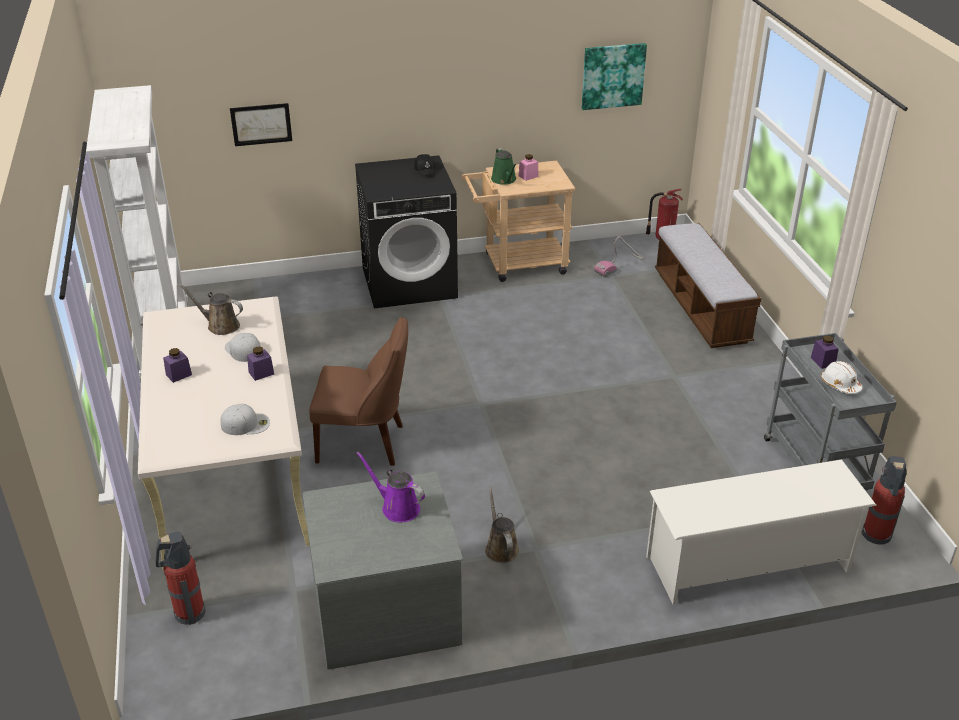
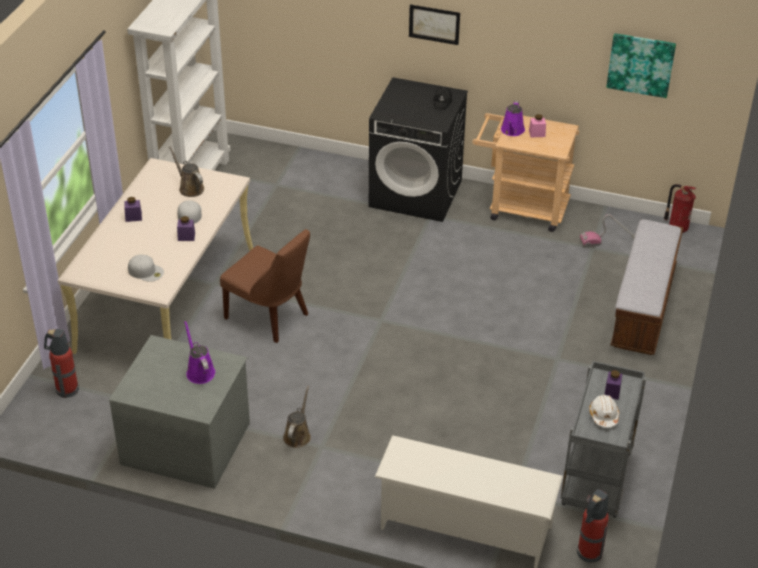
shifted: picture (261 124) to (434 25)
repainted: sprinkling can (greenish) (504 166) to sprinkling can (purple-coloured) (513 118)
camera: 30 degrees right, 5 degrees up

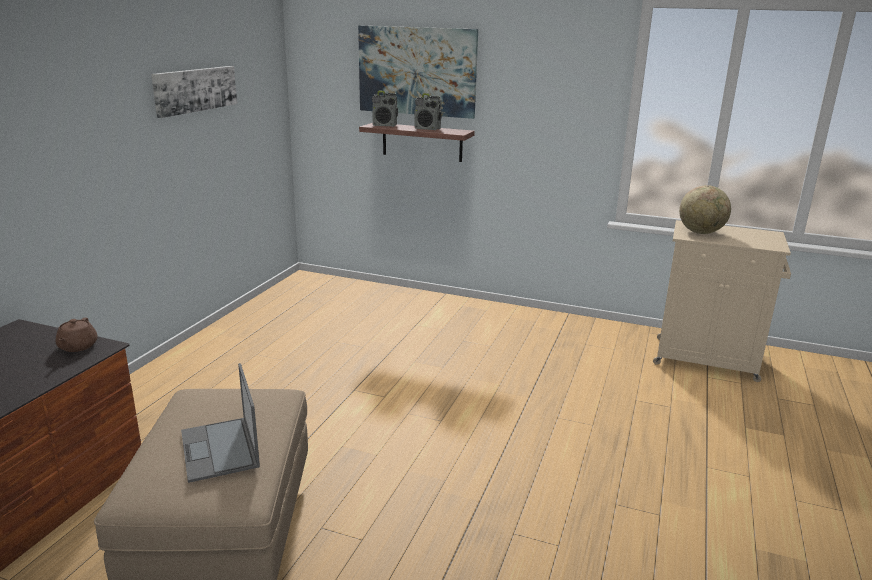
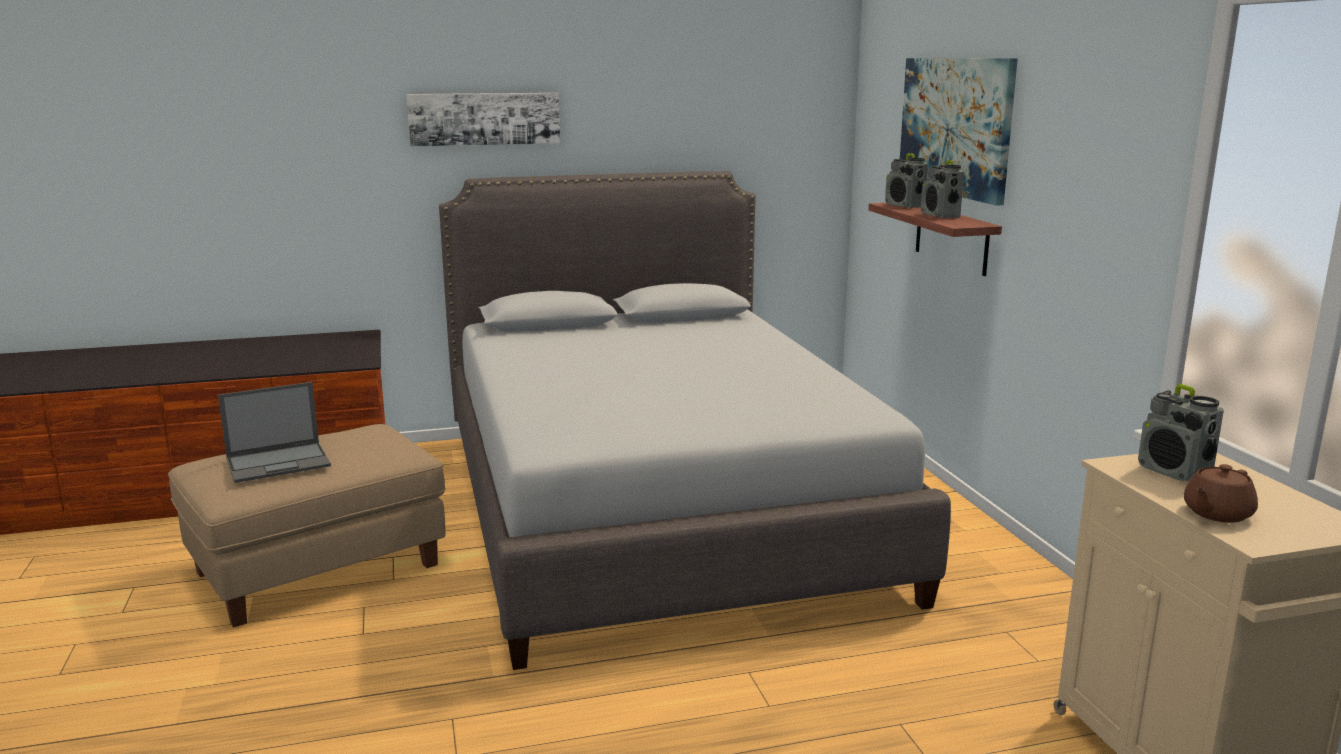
new: sleeping bed (gray) (695 420)
shifted: picture (194 92) to (483 119); tea pot (brown) (77 334) to (1221 493)
swapped: desk globe (705 209) to radio (1181 433)
rotated: notebook computer (220 423) = (274 432) 150 degrees counterclockwise
camera: 55 degrees right, 5 degrees down

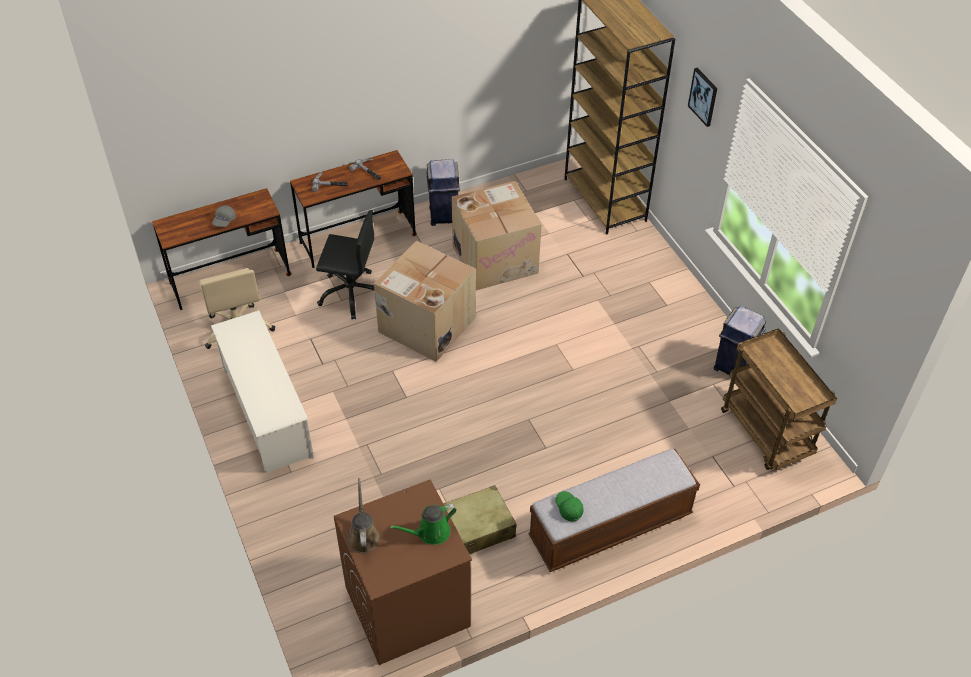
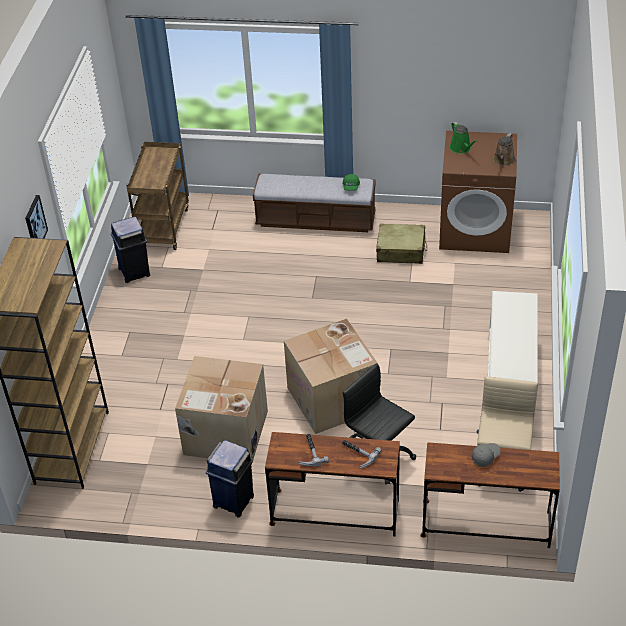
rotated: sprinkling can (greenish) (423 524) = (464 138) 60 degrees clockwise
camera: 145 degrees left, 5 degrees down

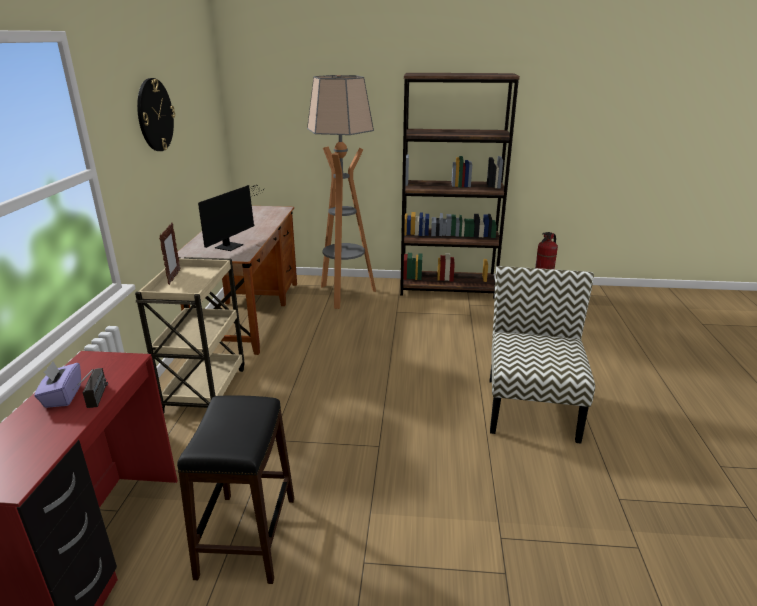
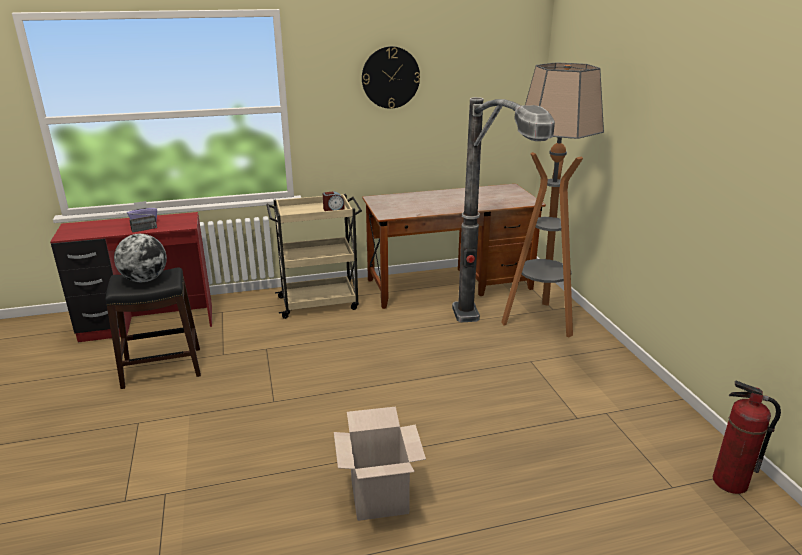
gone: standing frame (169 253); computer screen (229 217); shelving unit (brown) (460 186)
new: desk globe (140 258); alarm clock (334 201); standing lamp (503 209)
swapped: upright chair (542 355) to carton (380 463)
camera: 70 degrees right, 0 degrees up

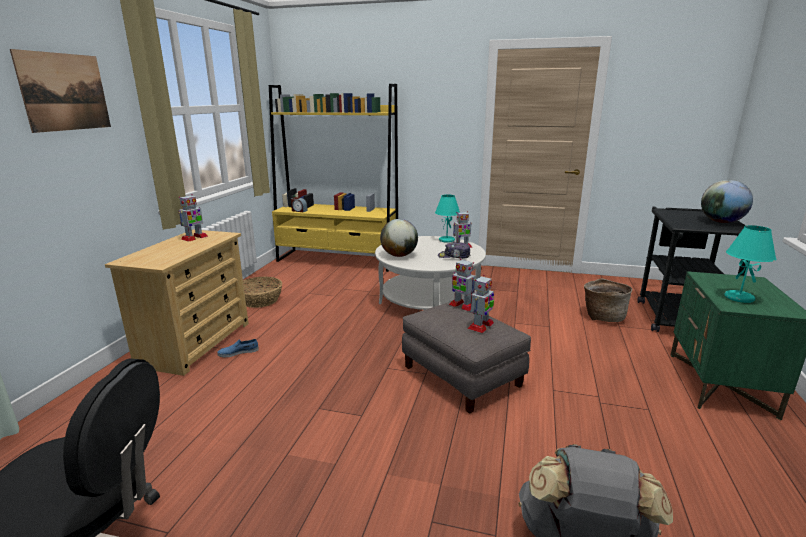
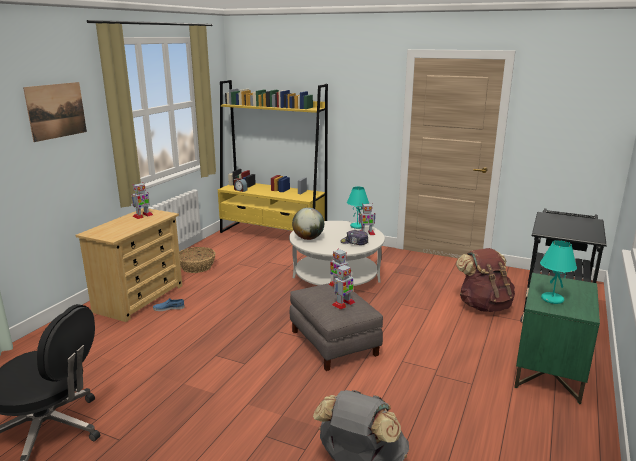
gone: desk globe (727 201)
swapped: basket (608 300) to knapsack (brown) (485 280)
camera: 10 degrees right, 0 degrees up

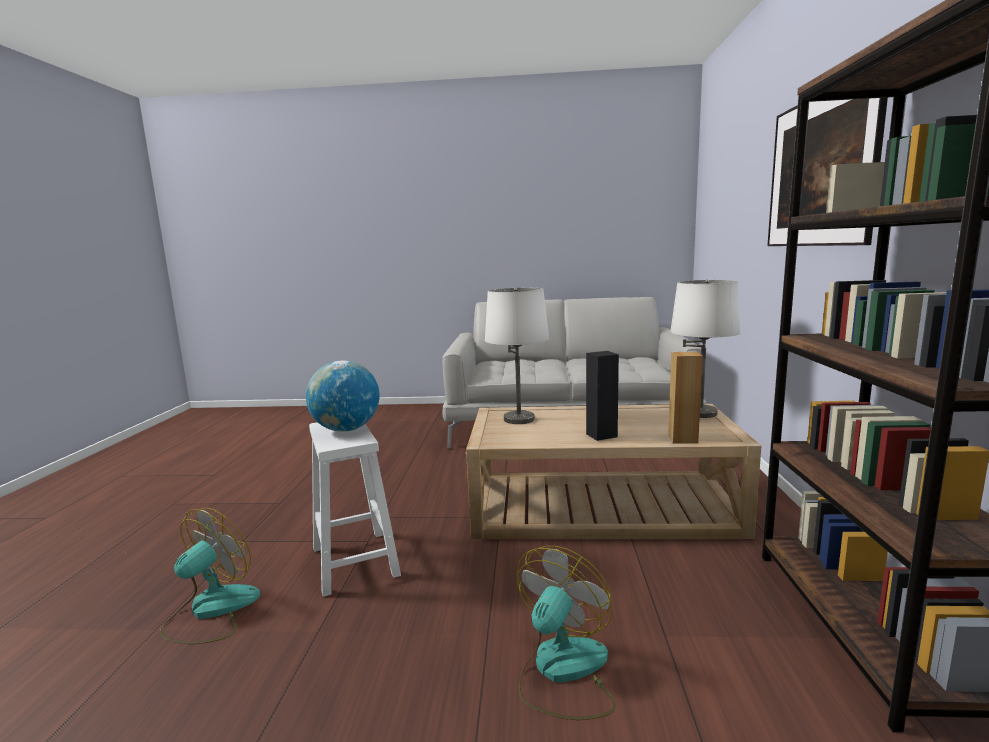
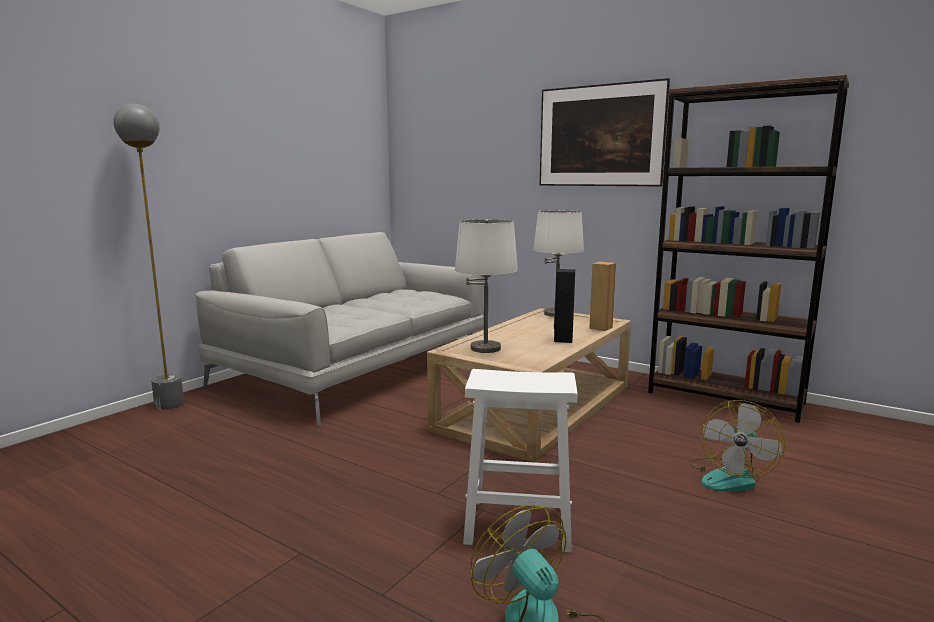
gone: desk globe (342 396)
new: standing lamp (gray) (148 257)
rotated: fan (566 633) = (737 446) 120 degrees counterclockwise
camera: 60 degrees left, 0 degrees up

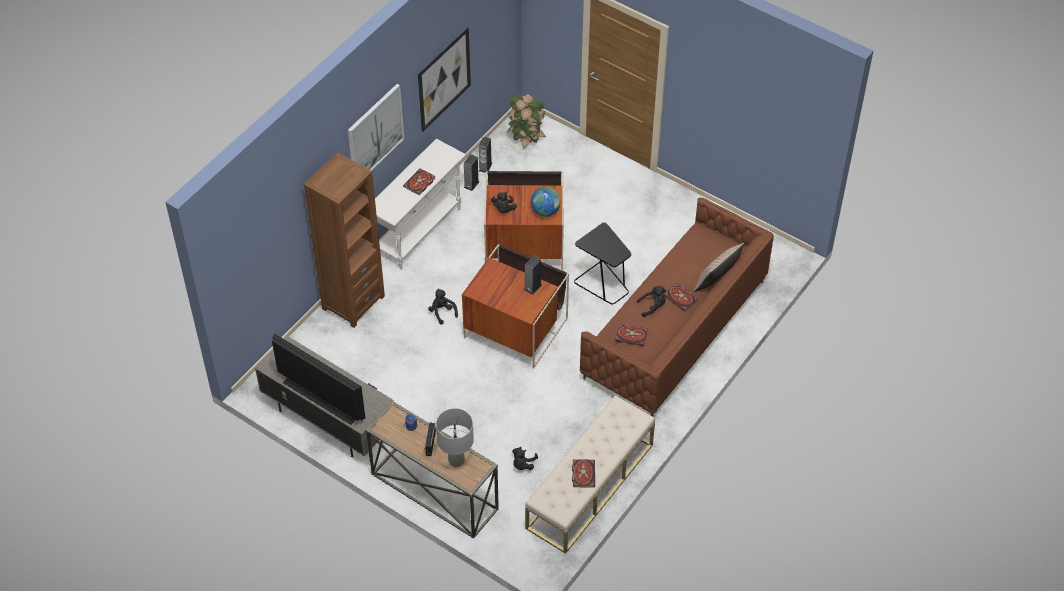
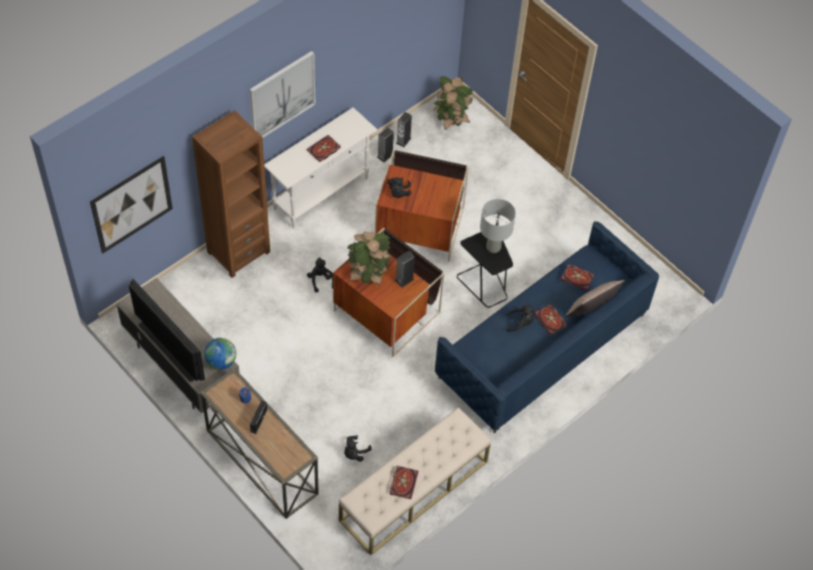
new: houseplant (369 258)
shifted: picture (444 79) to (131 205); desk globe (545 202) to (220 354); lamp for a table (gray) (455 437) to (498 226); bound book (631 335) to (577 277)
repainted: sofa (brown) (677 307) to sofa (bluish) (547 327)
camera: 10 degrees right, 5 degrees up

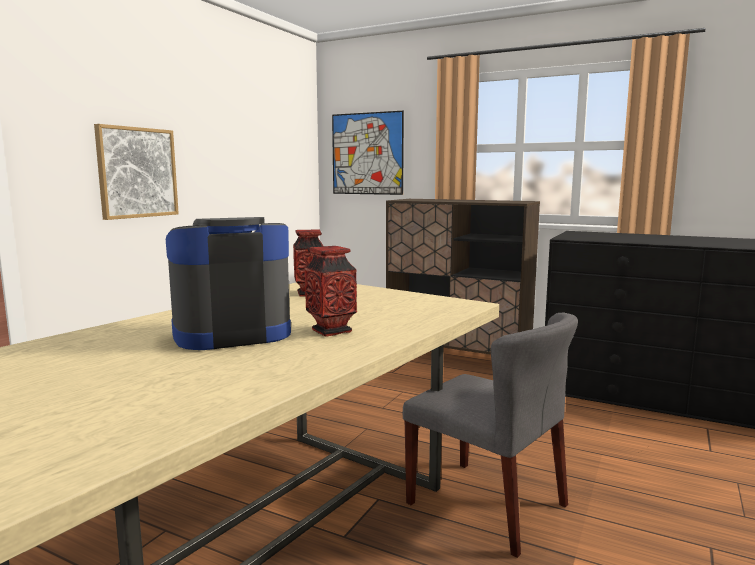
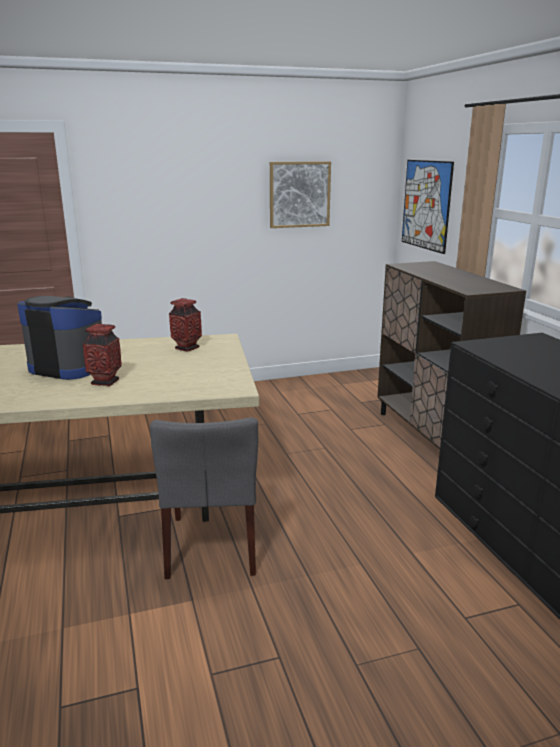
shifted: picture (136 172) to (300 194)
camera: 45 degrees right, 10 degrees up

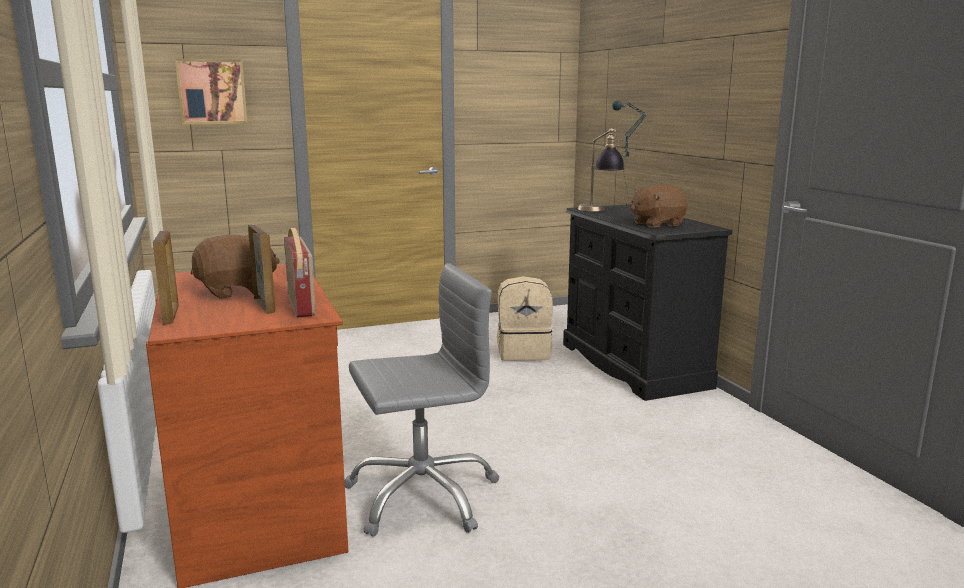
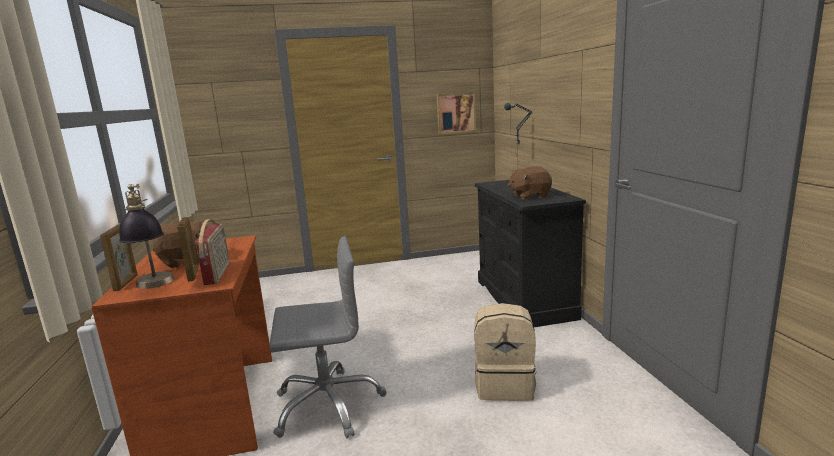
shifted: lamp for a table (601 169) to (147 236); picture (211 91) to (456 113); knapsack (beige) (525 318) to (505 352)
camera: 10 degrees right, 0 degrees up

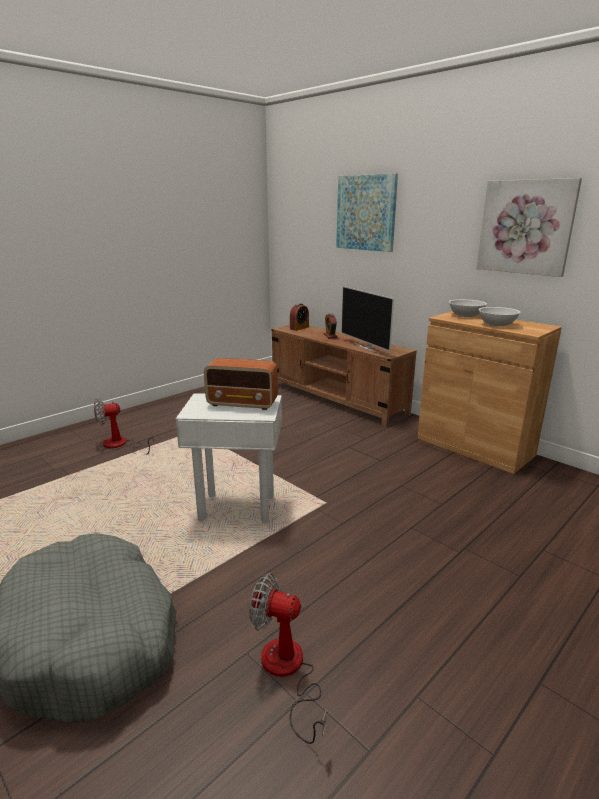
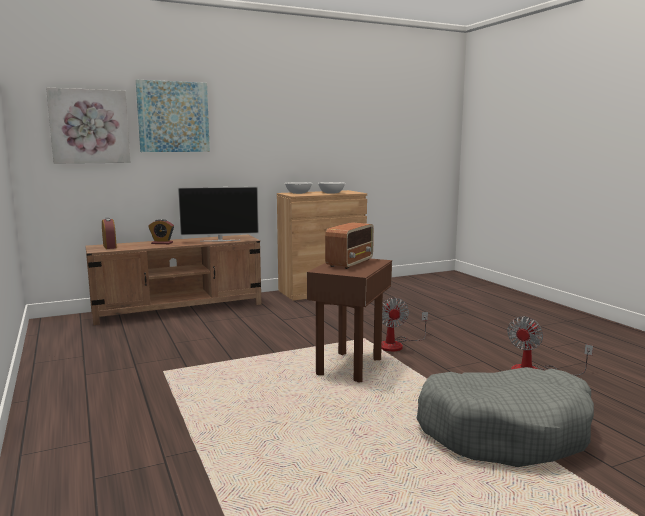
shifted: picture (529 227) to (88 126); fan (124 426) to (404 325)
repainted: accent table (white) (229 458) to accent table (brown) (349 320)
camera: 70 degrees left, 10 degrees down

